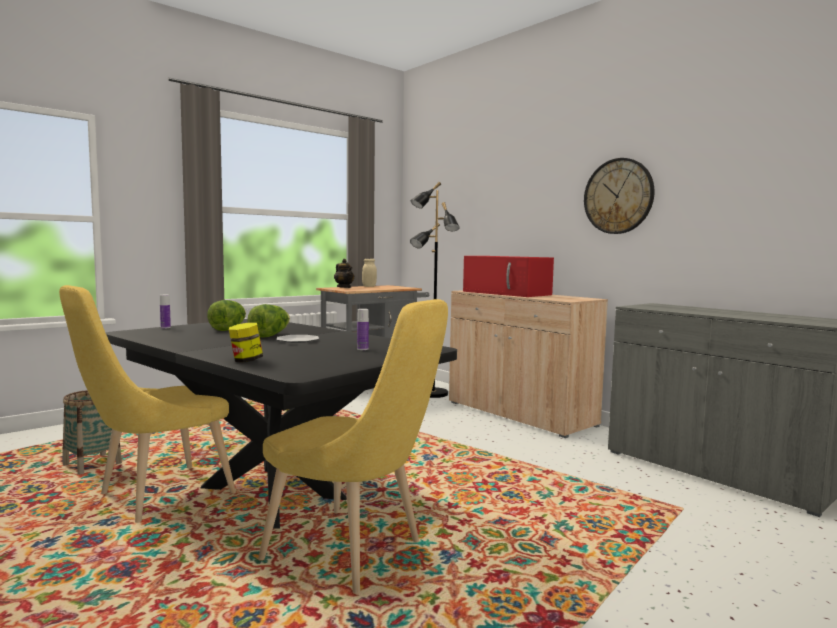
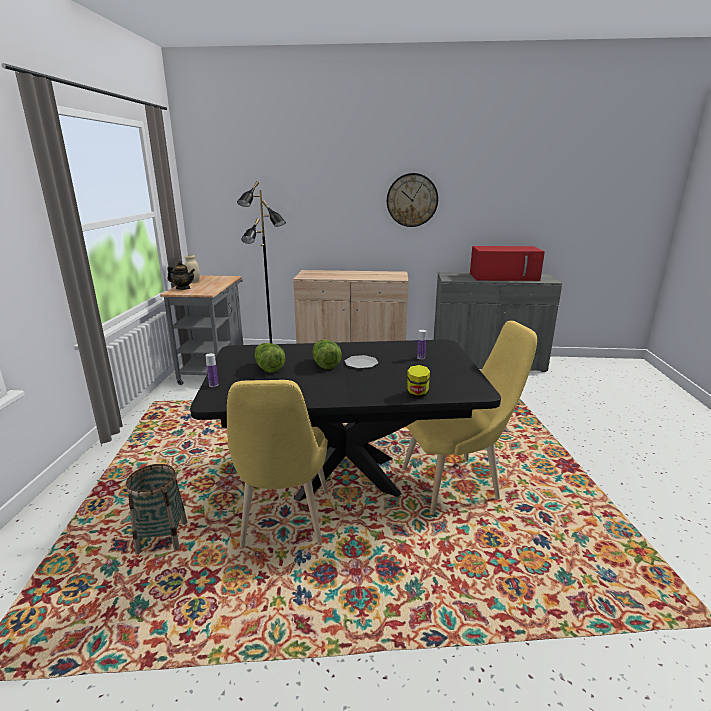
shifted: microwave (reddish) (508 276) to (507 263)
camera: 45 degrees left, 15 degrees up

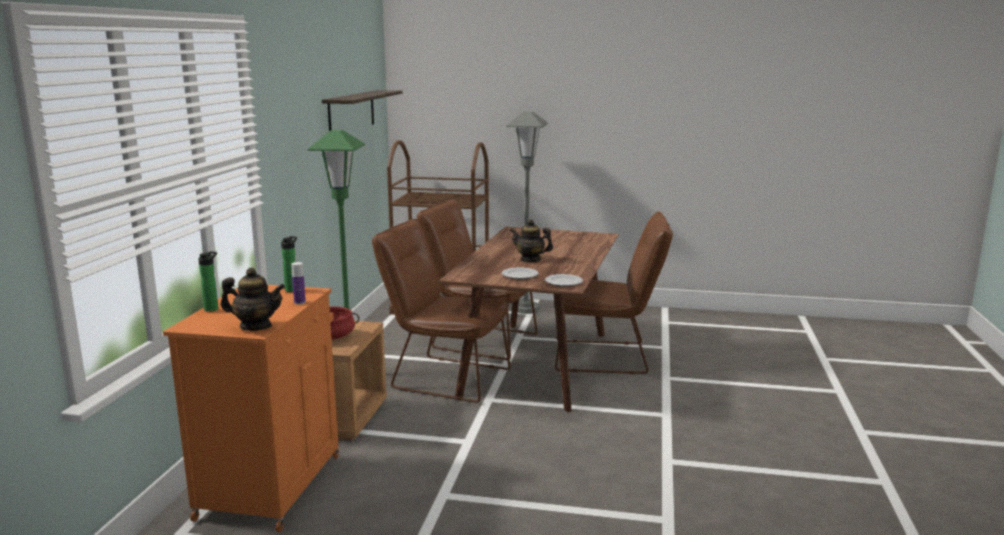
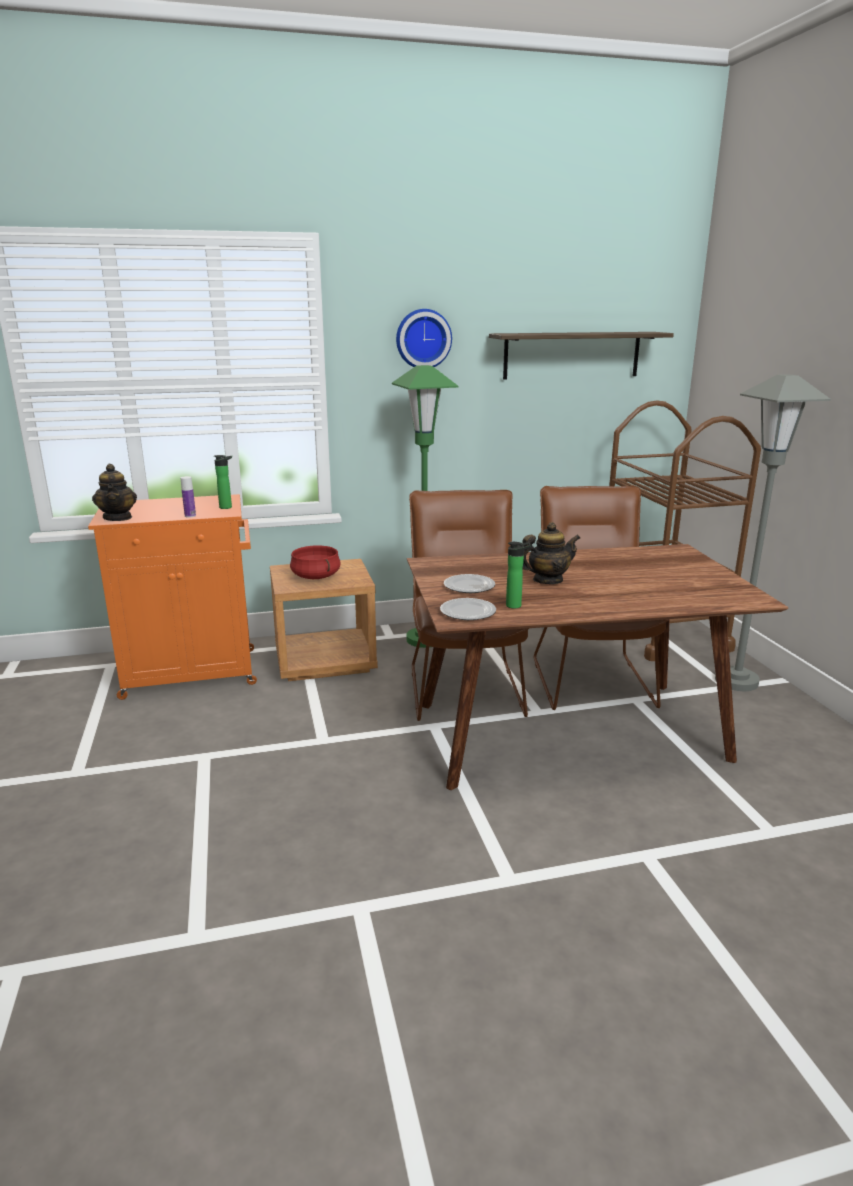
gone: upright chair (brown) (614 293)
new: clock on the wall (424 338)
shifted: beverage bottle (208 281) to (518 575)
rotated: tea pot (531 241) = (551 553) 75 degrees clockwise
camera: 65 degrees right, 5 degrees up

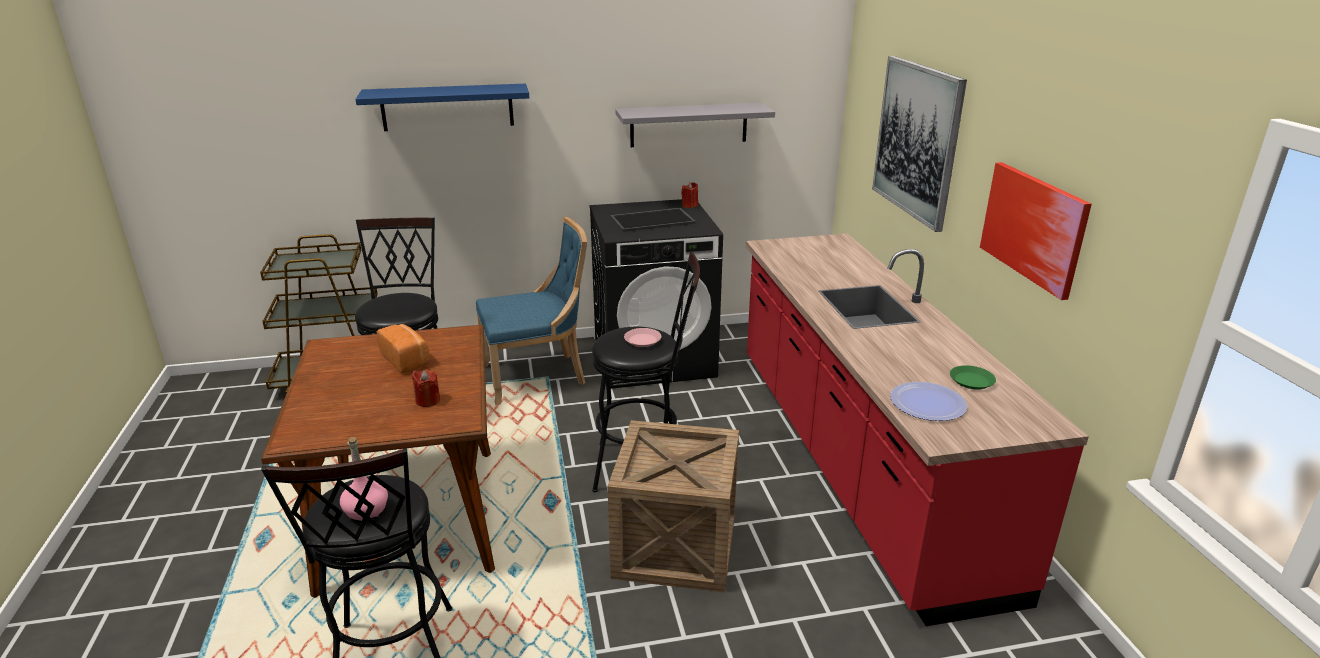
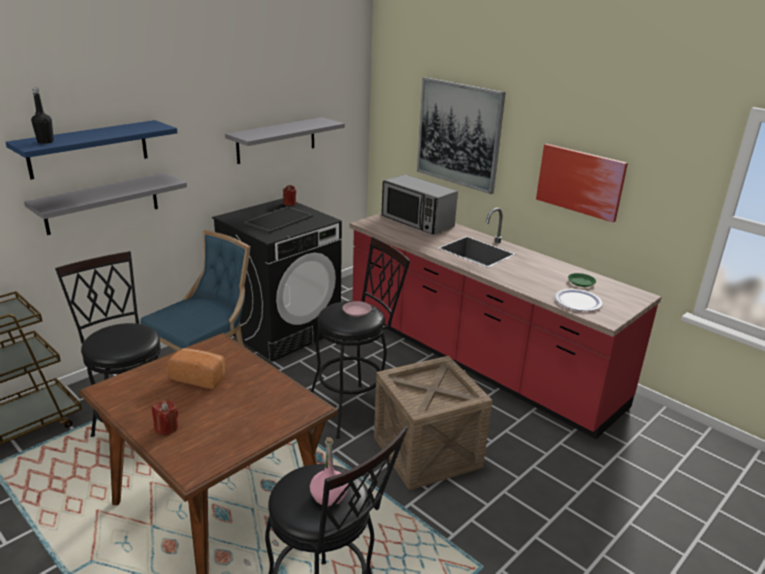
new: wall shelf (gray) (105 204); beverage bottle (black) (42 116); microwave (419 204)
shifted: wax light (reddish) (426 388) to (165 417)
camera: 35 degrees left, 0 degrees up

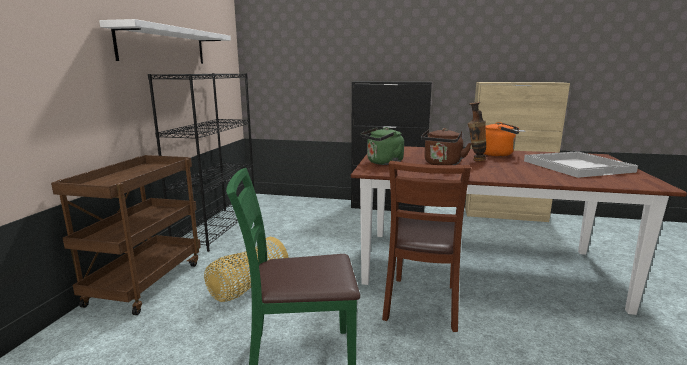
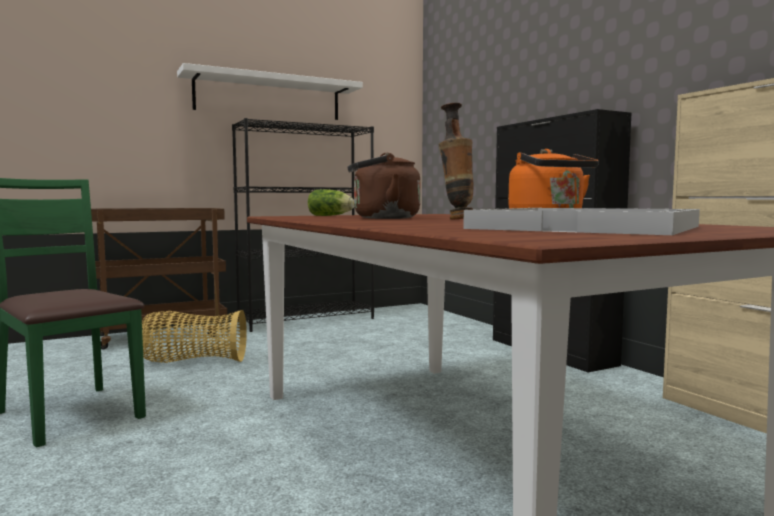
gone: upright chair (brown) (426 246)
swapped: water kettle (greenish) (382 146) to head of lettuce (331 202)
camera: 50 degrees right, 10 degrees down

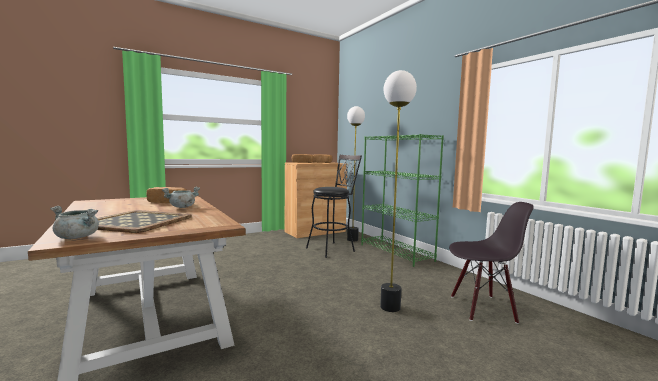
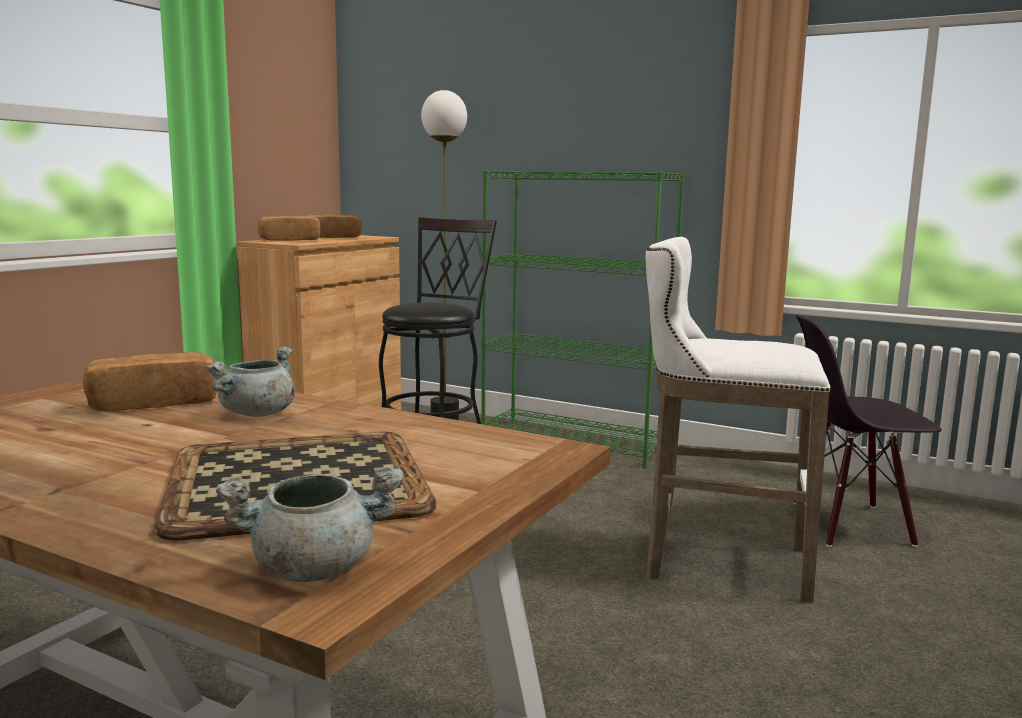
swapped: standing lamp (398 191) to stool (white) (738 420)
rotated: upright chair (black) (491 263) = (867 431) 150 degrees counterclockwise
camera: 30 degrees left, 5 degrees up

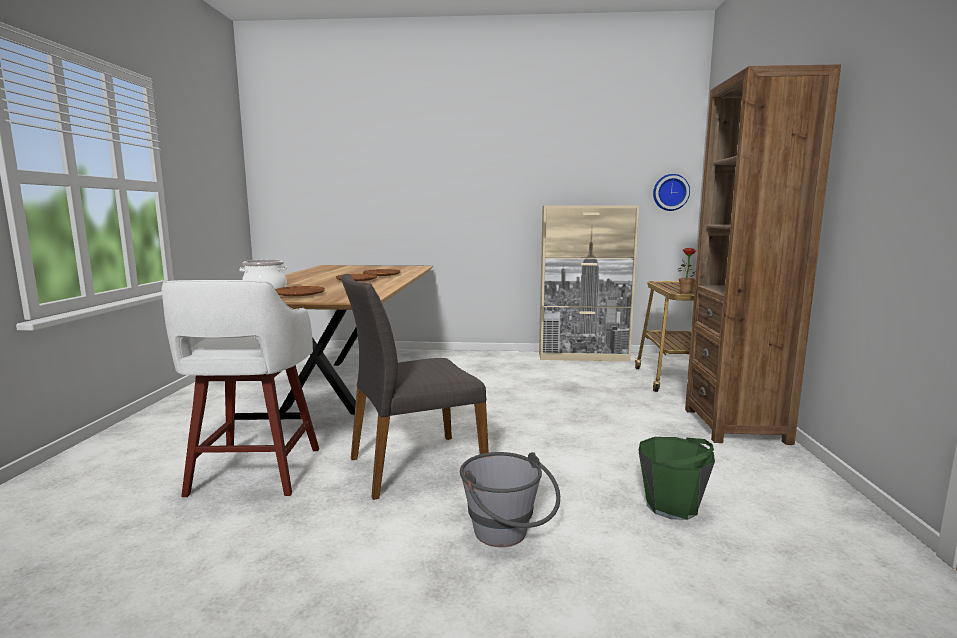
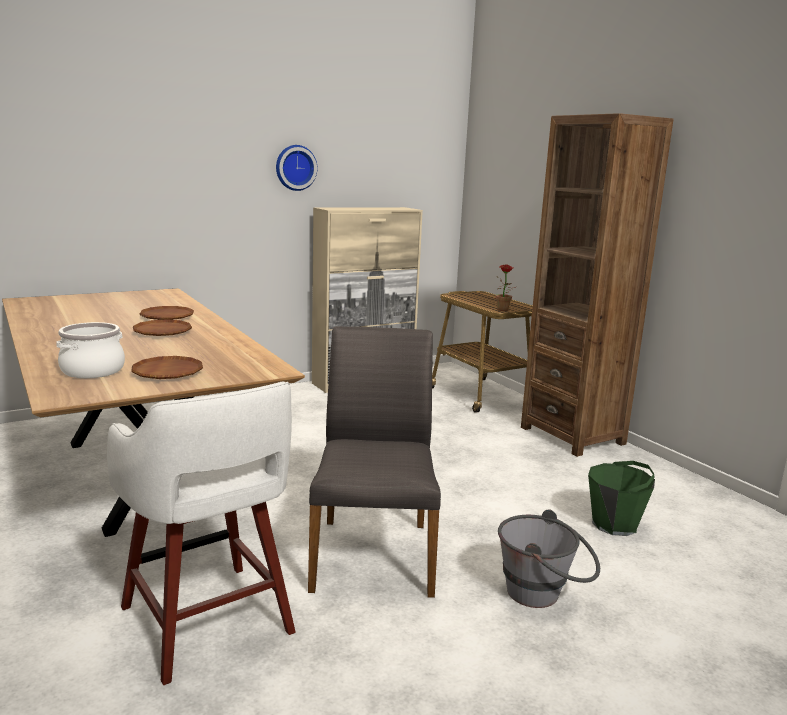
shifted: clock on the wall (671 192) to (296 168)
rotated: upright chair (gray) (415 387) = (374 462) 150 degrees clockwise
camera: 35 degrees left, 5 degrees up

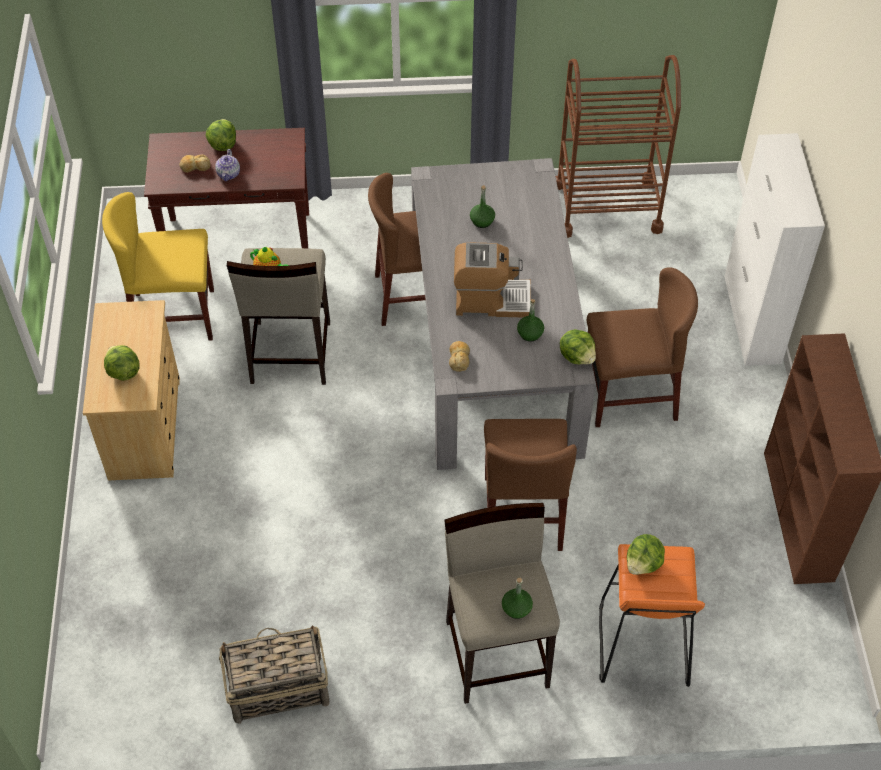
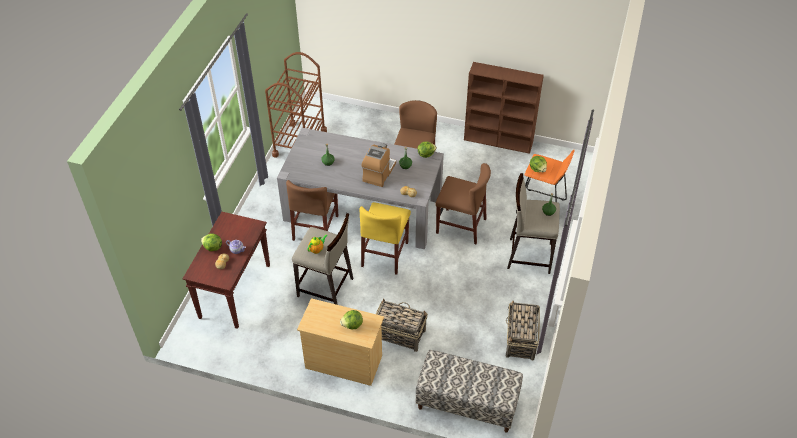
gone: cabinet (white) (774 249)
new: basket (402 325); indoor bench (469 391)
shifted: upright chair (yellowish) (158 266) to (385 238)
camera: 70 degrees left, 5 degrees down

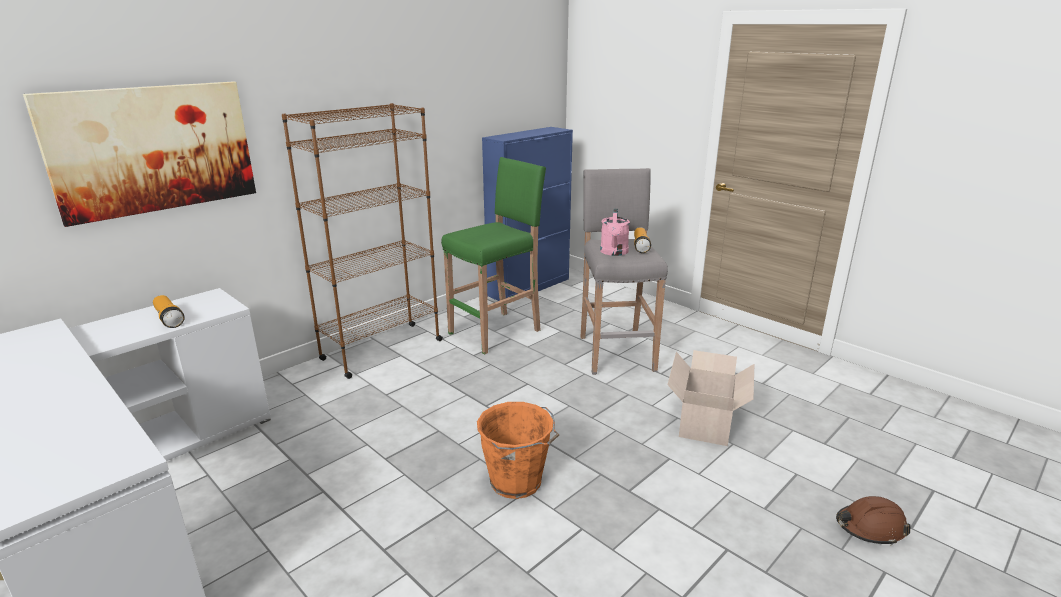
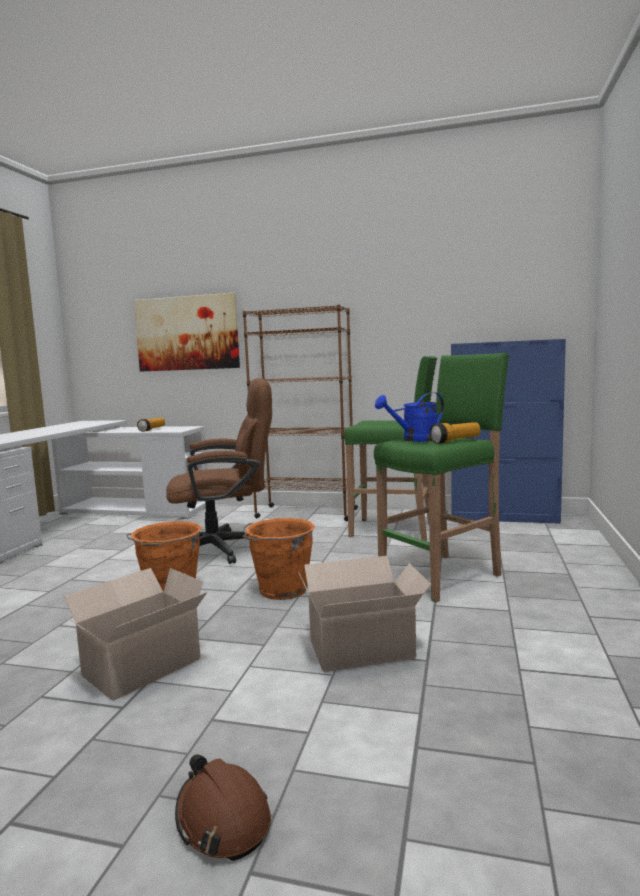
new: carton (131 634); desk chair (brown) (219 471); pail (orangey) (279 559)
repainted: stool (gray) (624 271) to stool (greenish) (441 478); sprinkling can (pink-coloured) (615 232) to sprinkling can (bluish) (409 417)
camera: 60 degrees right, 15 degrees down

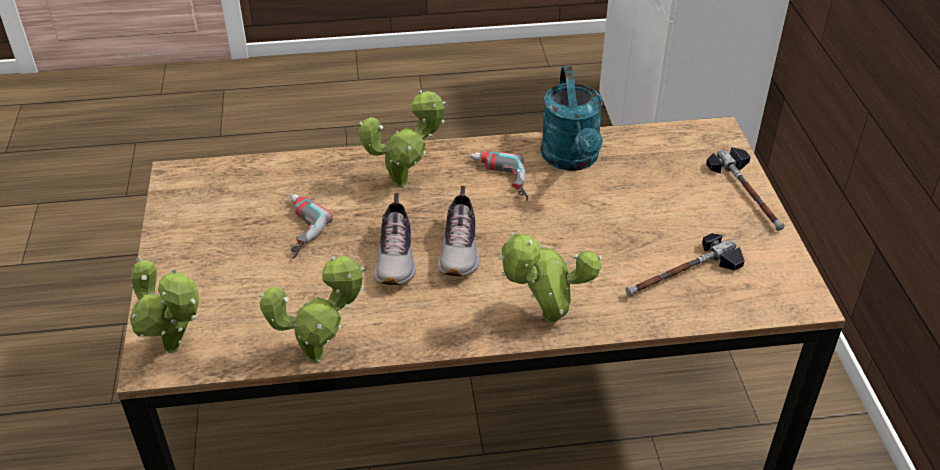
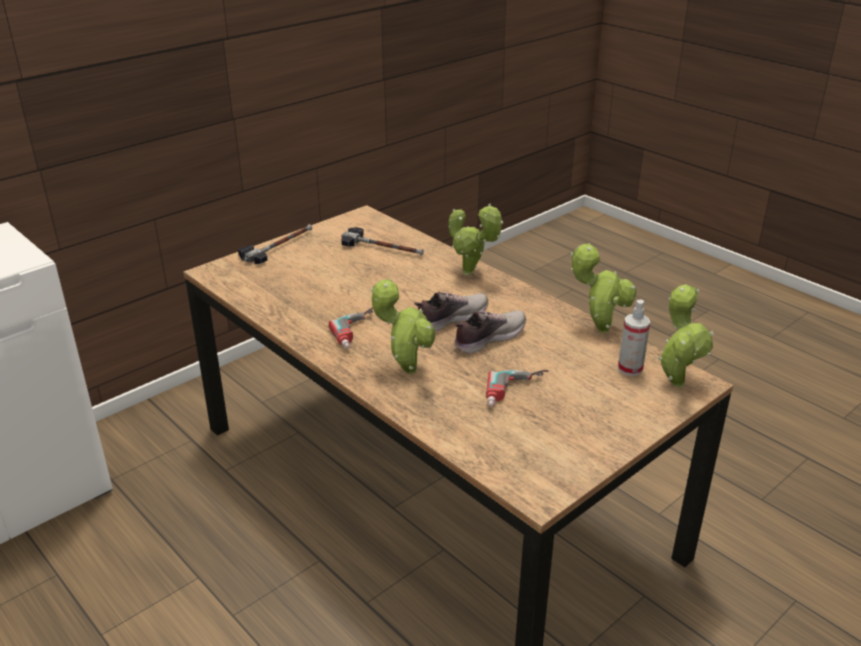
gone: sprinkling can (turquoise) (572 118)
new: spray bottle (634 338)
camera: 125 degrees left, 10 degrees down

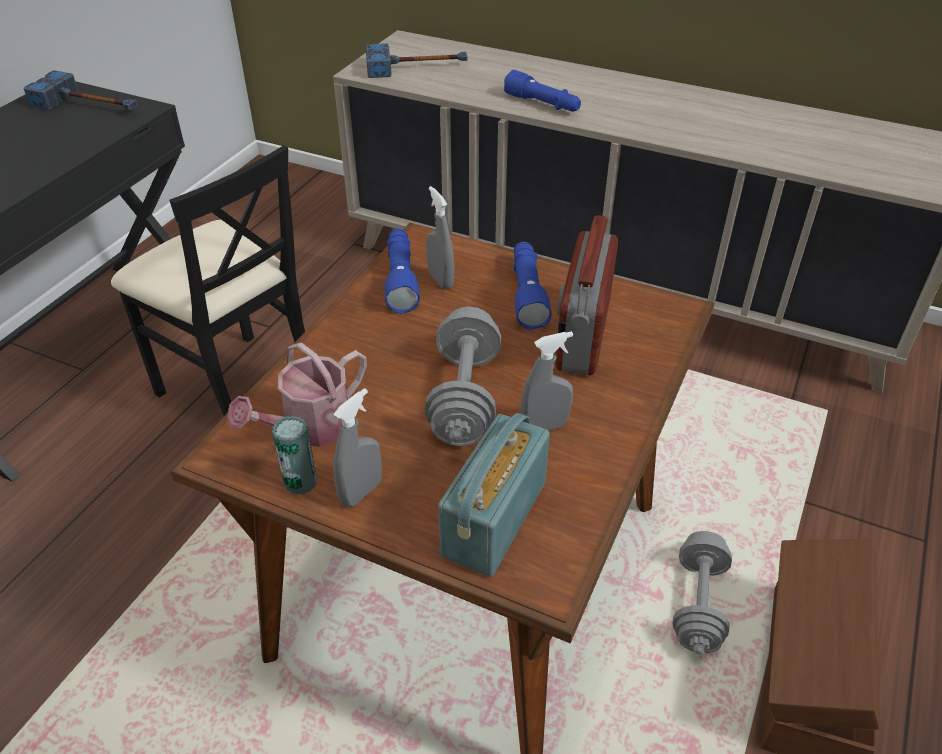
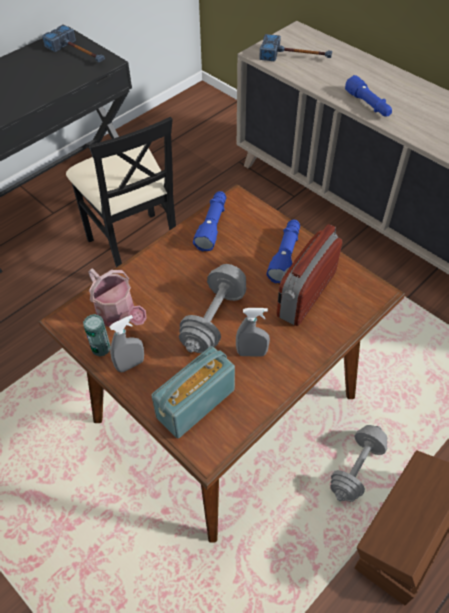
gone: spray bottle (gray) (440 237)
rotated: sprinkling can (297 394) = (117 298) 105 degrees counterclockwise
camera: 20 degrees right, 10 degrees up

